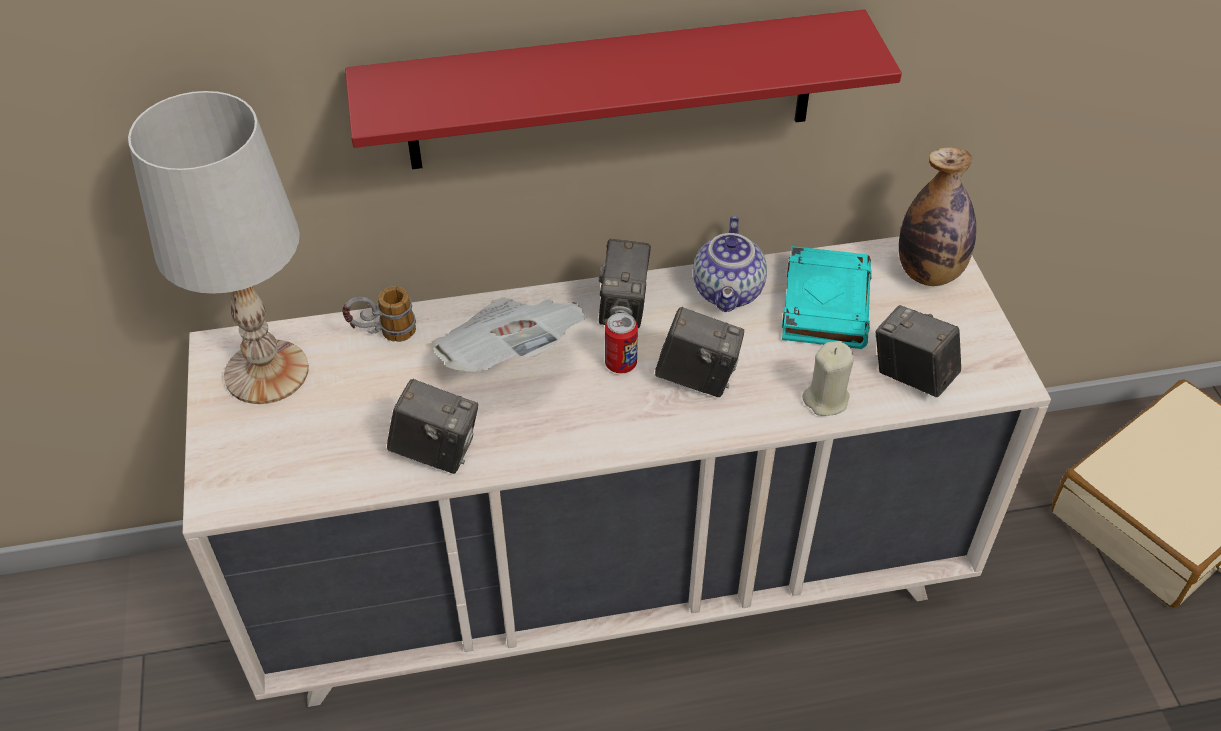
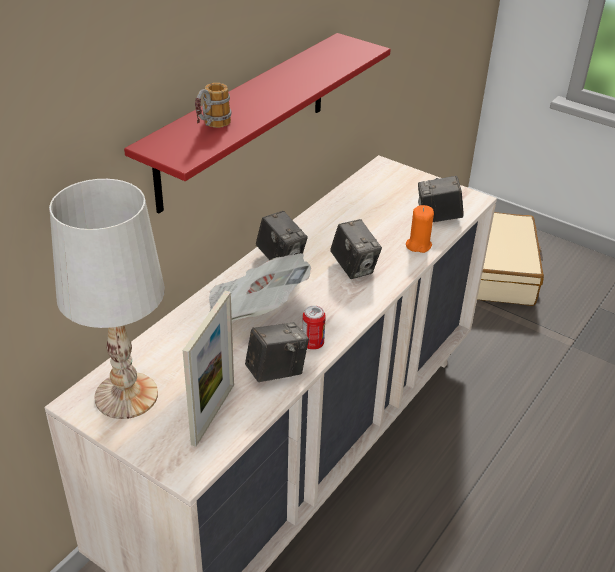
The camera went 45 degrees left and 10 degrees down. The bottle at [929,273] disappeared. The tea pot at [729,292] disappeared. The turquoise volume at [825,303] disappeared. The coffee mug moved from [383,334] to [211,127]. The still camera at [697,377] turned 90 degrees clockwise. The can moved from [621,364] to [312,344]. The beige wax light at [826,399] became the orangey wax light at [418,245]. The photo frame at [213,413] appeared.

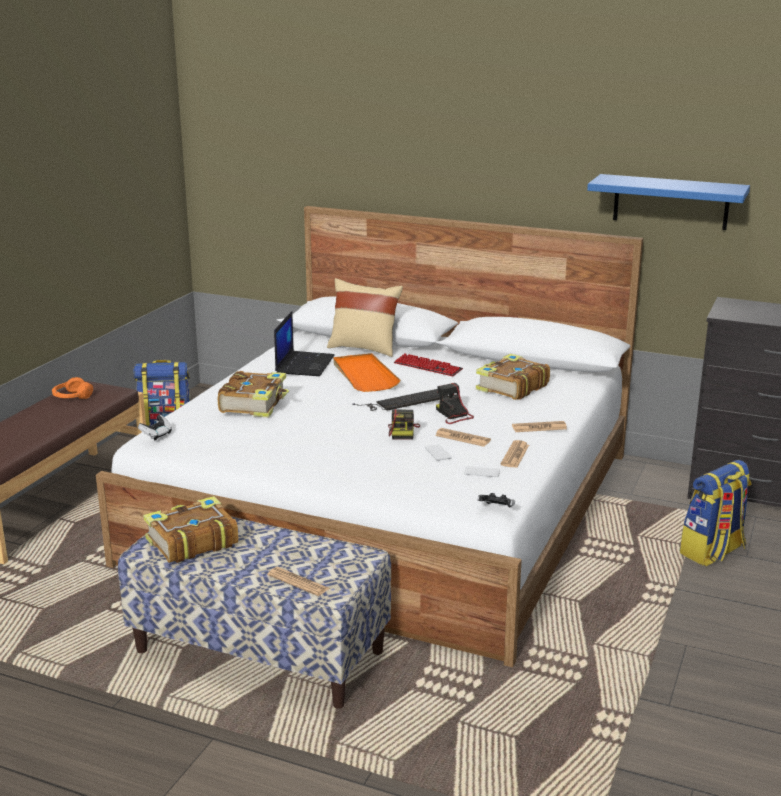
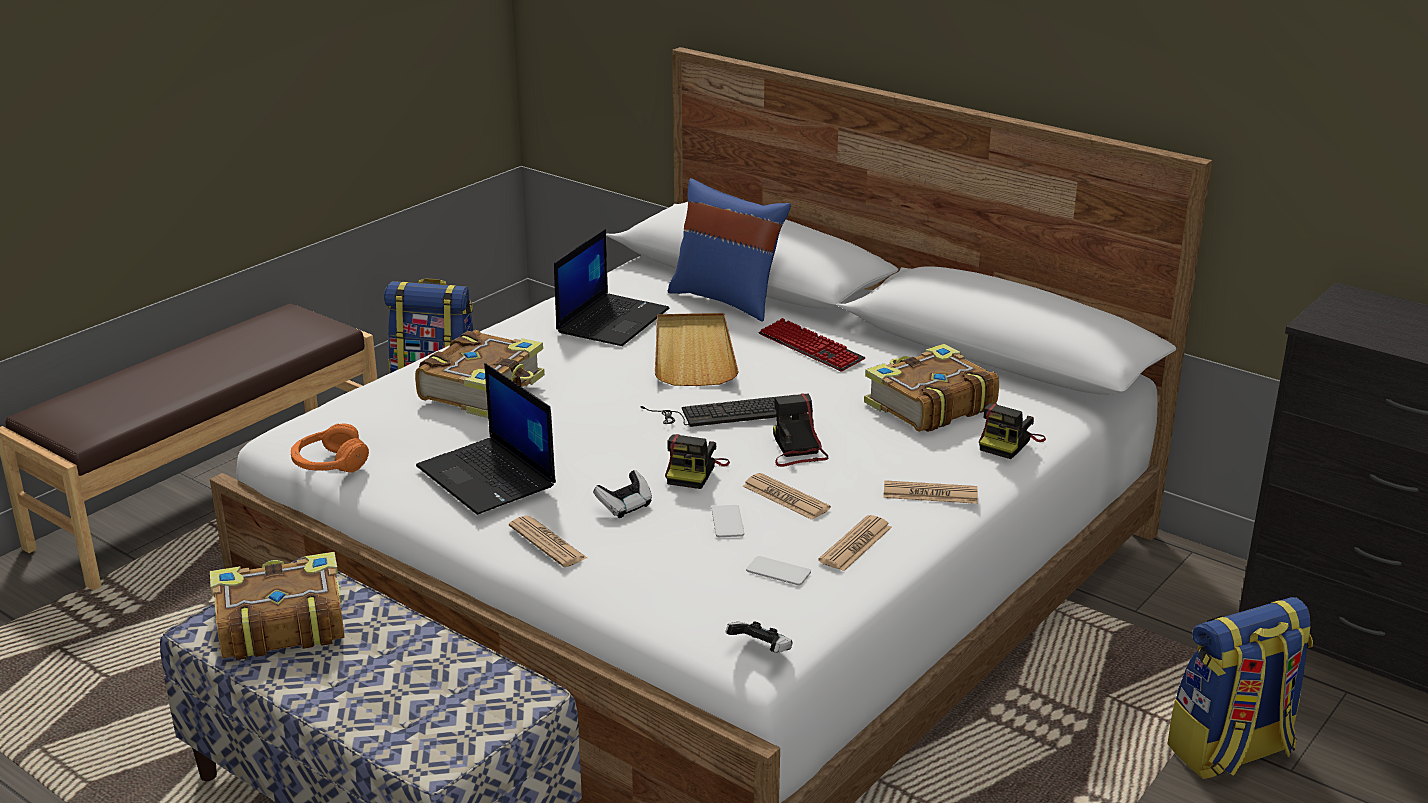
The camera went 15 degrees right and 5 degrees up. The blue-coloured wall shelf at [671,202] disappeared. The beige cushion at [364,348] became the blue-coloured cushion at [727,300]. The orangey carrying tray at [364,375] became the beige carrying tray at [693,353]. The orangey headset moved from [72,397] to [329,463]. The gamepad moved from [156,435] to [625,506]. The daily paper moved from [298,582] to [547,542]. The portable computer at [488,477] appeared. The still camera at [1009,443] appeared.

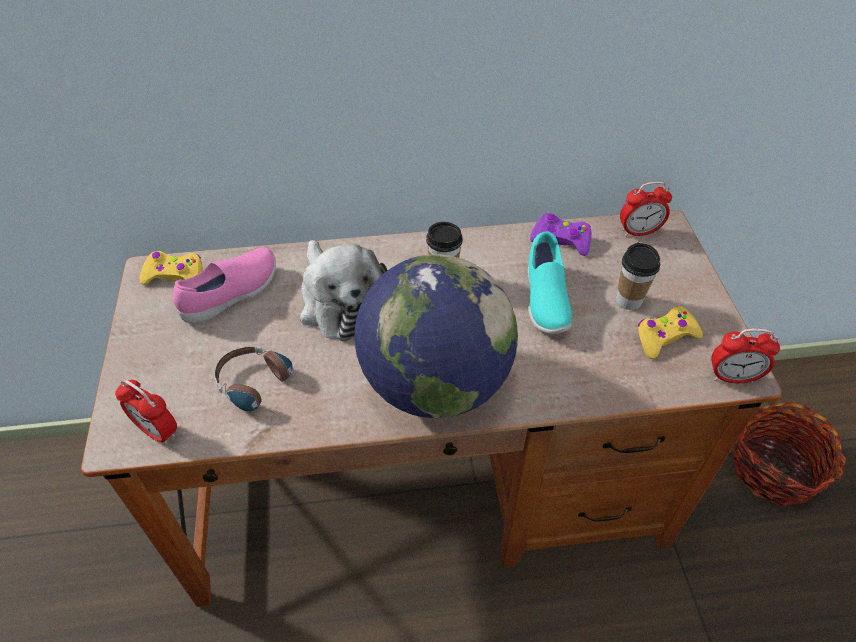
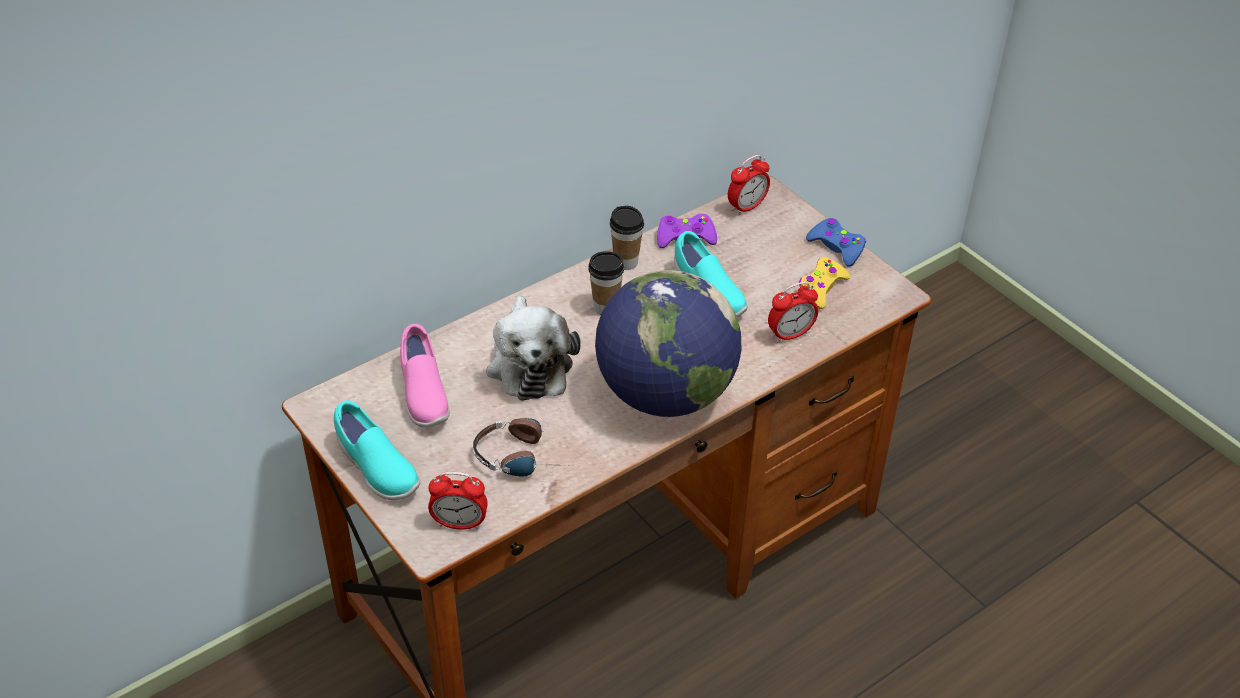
The camera went 30 degrees left and 5 degrees down. The cuddly toy at [339,302] turned 45 degrees clockwise. The drinking cup moved from [628,301] to [626,262]. The pinkish shoe at [232,295] turned 150 degrees clockwise. The yellowish gamepad at [175,276] disappeared. The alarm clock moved from [732,377] to [790,334]. The basket at [774,470] disappeared. The blue-coloured gamepad at [836,247] appeared. The turquoise shoe at [376,469] appeared.

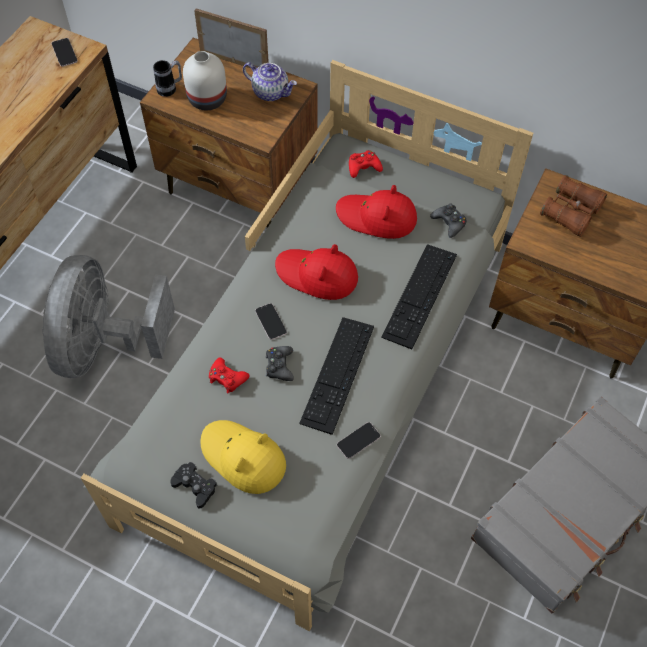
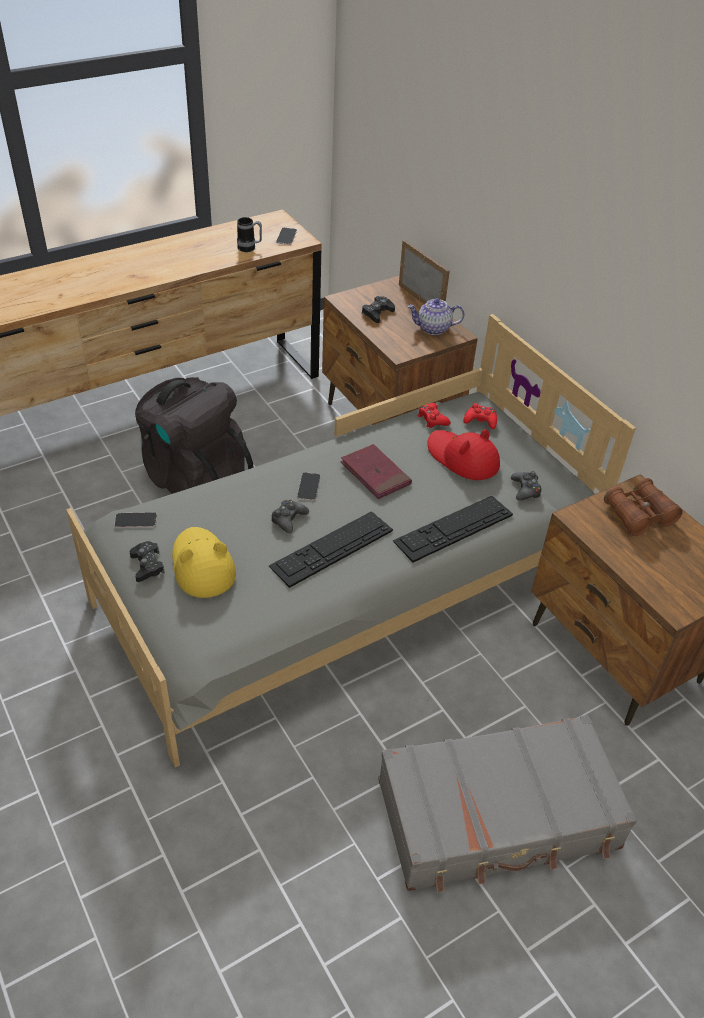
The camera went 30 degrees right and 15 degrees down. The whitish flower vase at [206,98] was replaced by the black gamepad at [377,313]. The coffee mug moved from [170,89] to [250,248]. The tea pot at [271,92] turned 120 degrees clockwise. The reddish clothing hat at [317,275] was replaced by the reddish volume at [375,474]. The grey fan at [105,345] was replaced by the black backpack at [194,478]. The reddish gamepad moved from [227,378] to [432,419]. The telephone moved from [358,440] to [136,520].

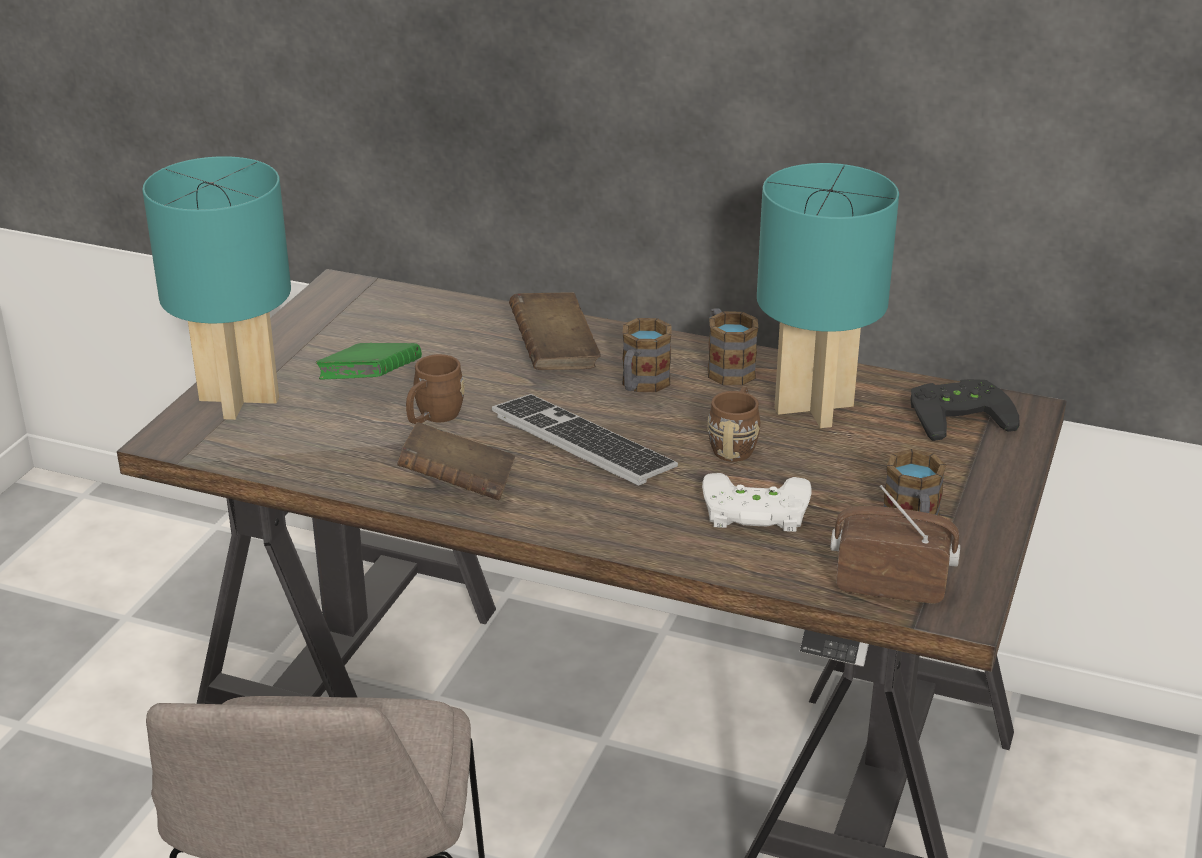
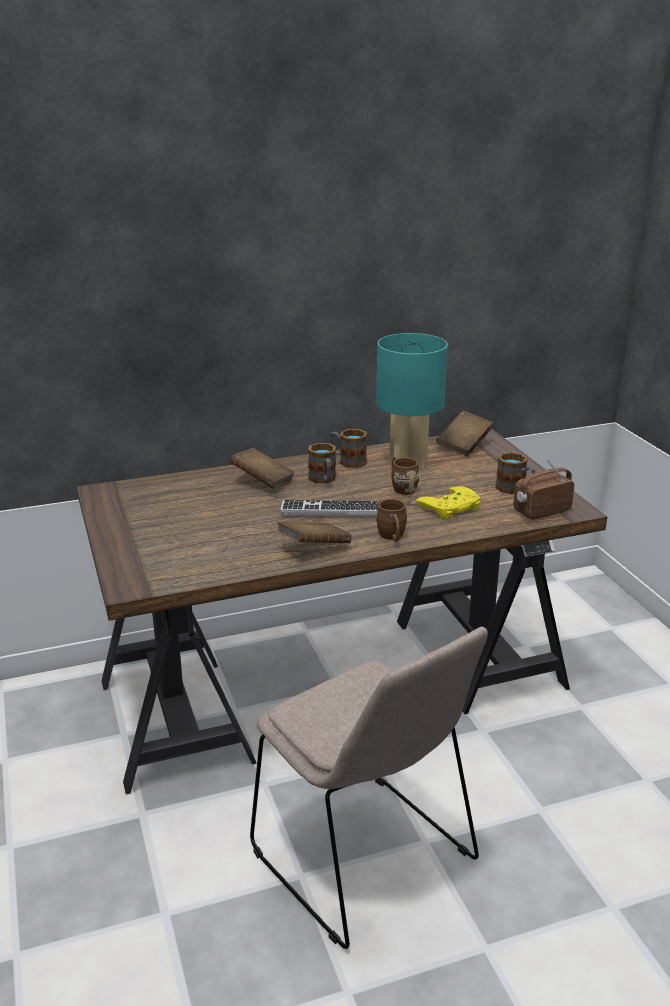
The camera went 40 degrees left and 5 degrees down. The turquoise tabletop lamp at [241,399] disappeared. The green-coloured volume at [371,384] disappeared. The brown-coloured coffee mug moved from [433,418] to [392,537]. The black gamepad at [957,414] was replaced by the brown-coloured volume at [464,446]. The whitish gamepad at [754,512] became the yellowish gamepad at [451,508].

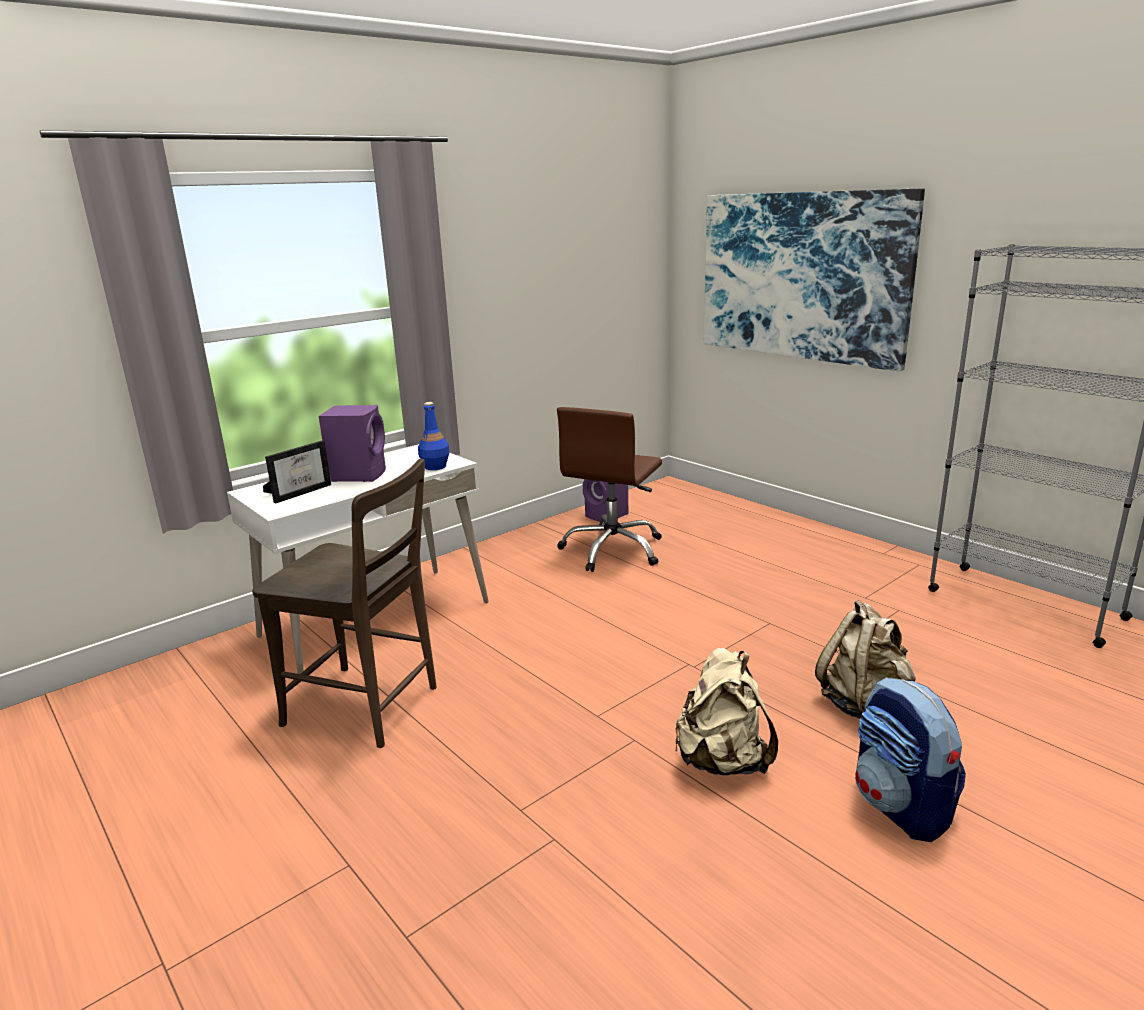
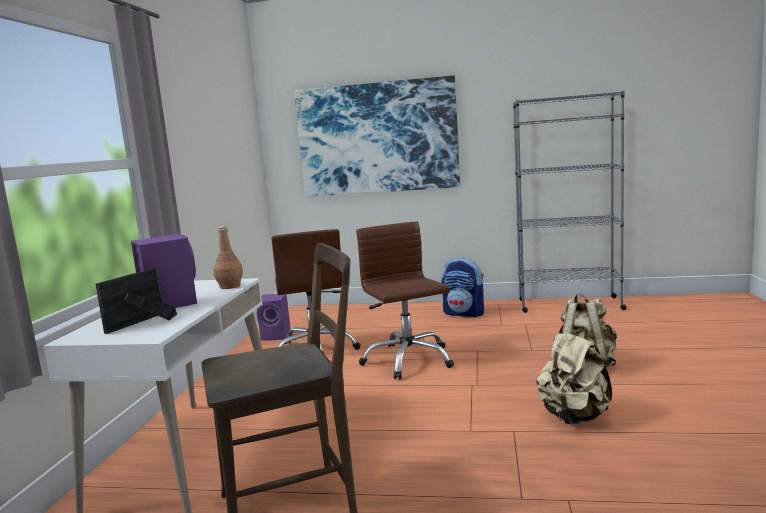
The camera went 40 degrees left and 10 degrees down. The blue-coloured bottle at [435,466] became the brown-coloured bottle at [229,286]. The photo frame at [300,492] turned 150 degrees counterclockwise. The backpack moved from [901,807] to [464,313]. The brown-coloured computer chair at [407,360] appeared.

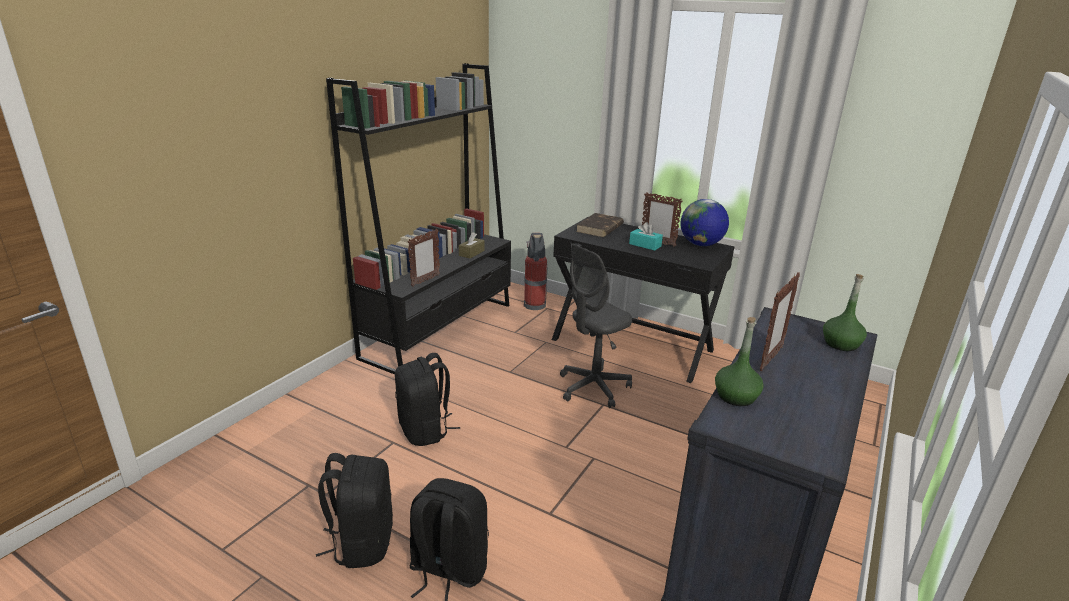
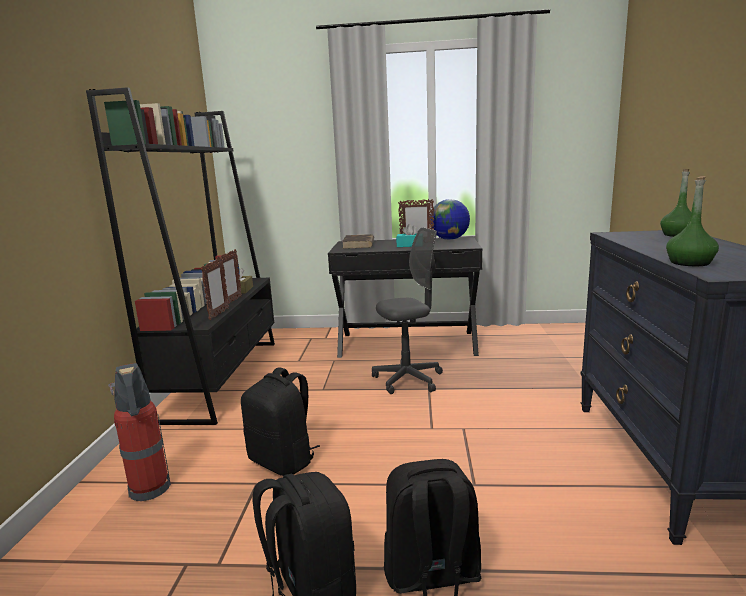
The camera went 25 degrees left and 10 degrees down. The fire extinguisher moved from [534,306] to [149,490]. The grey computer chair at [593,387] turned 135 degrees counterclockwise. The photo frame moved from [770,359] to [232,301].

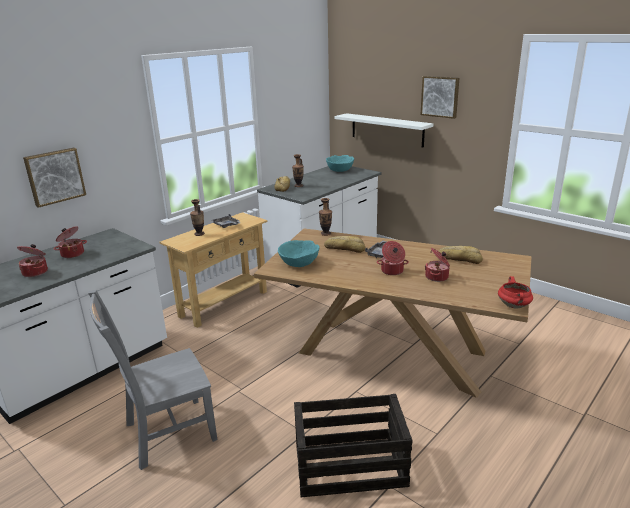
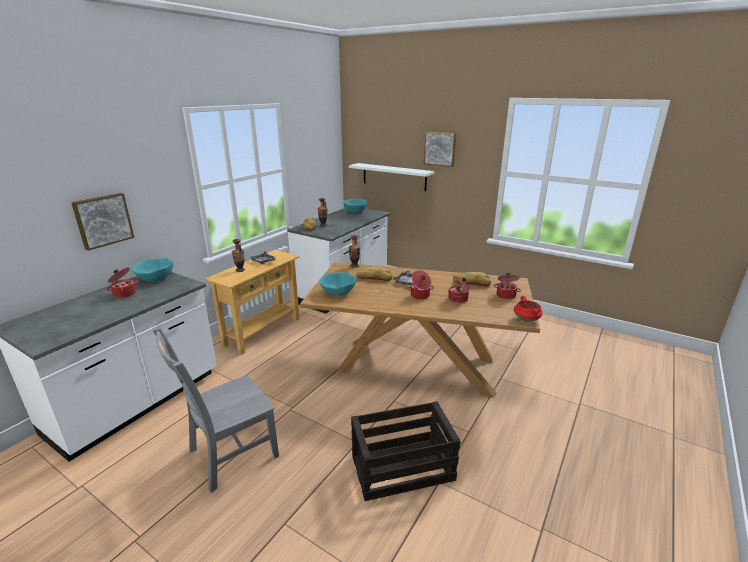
The camera went 10 degrees left and 0 degrees up. The stockpot moved from [36,272] to [506,295]. The turquoise deep dish at [156,278] appeared.

